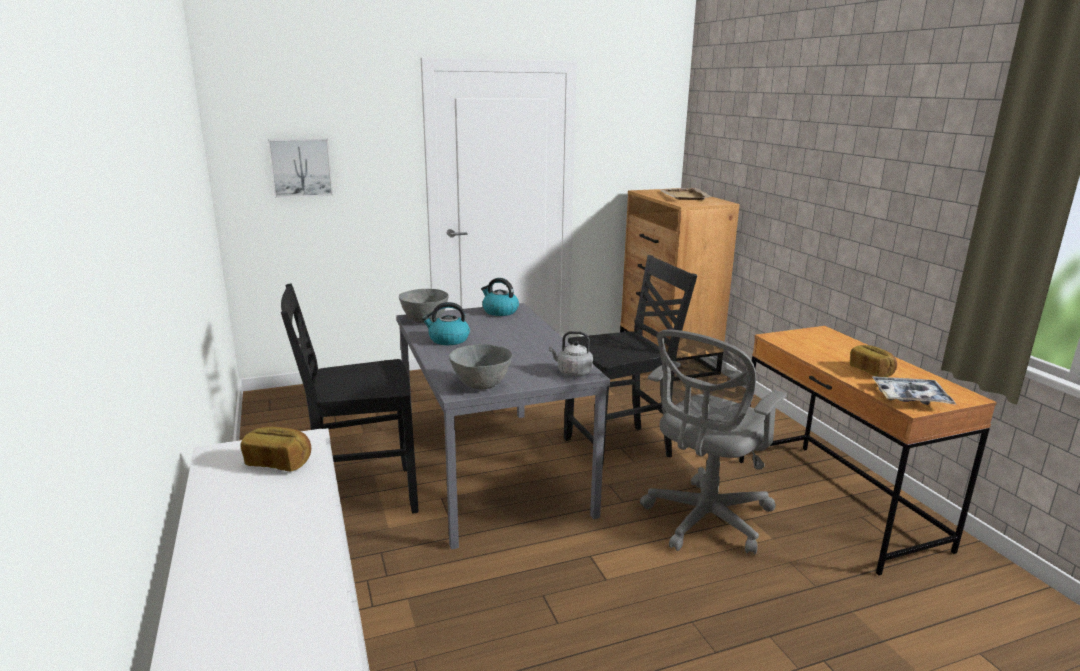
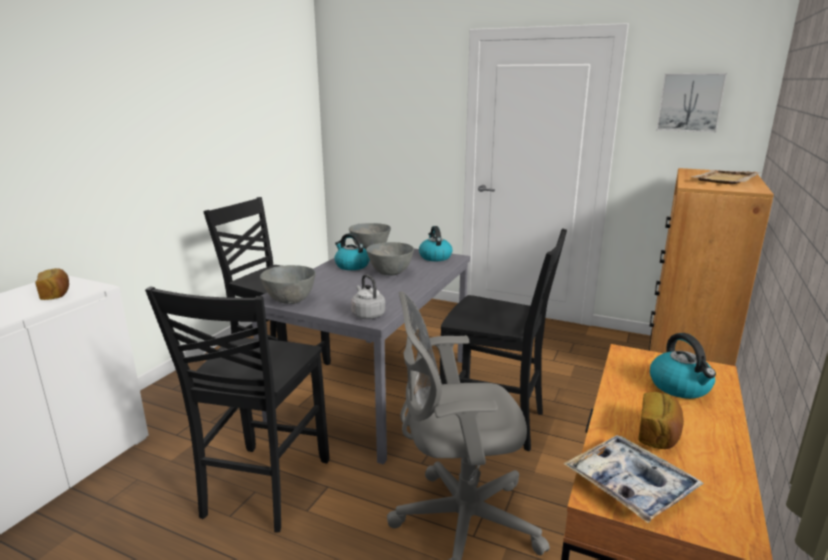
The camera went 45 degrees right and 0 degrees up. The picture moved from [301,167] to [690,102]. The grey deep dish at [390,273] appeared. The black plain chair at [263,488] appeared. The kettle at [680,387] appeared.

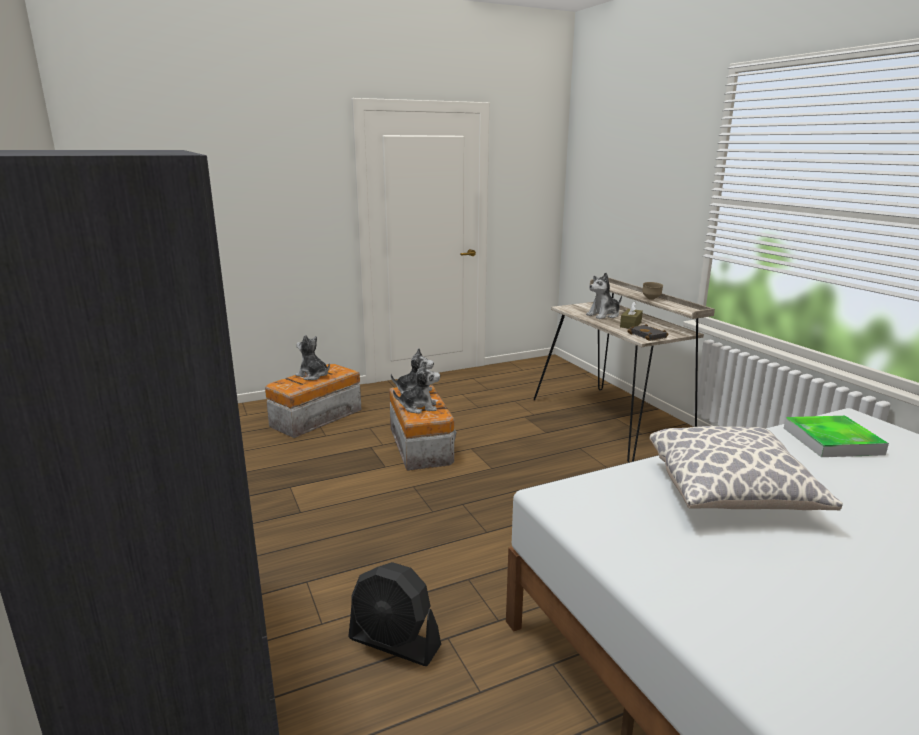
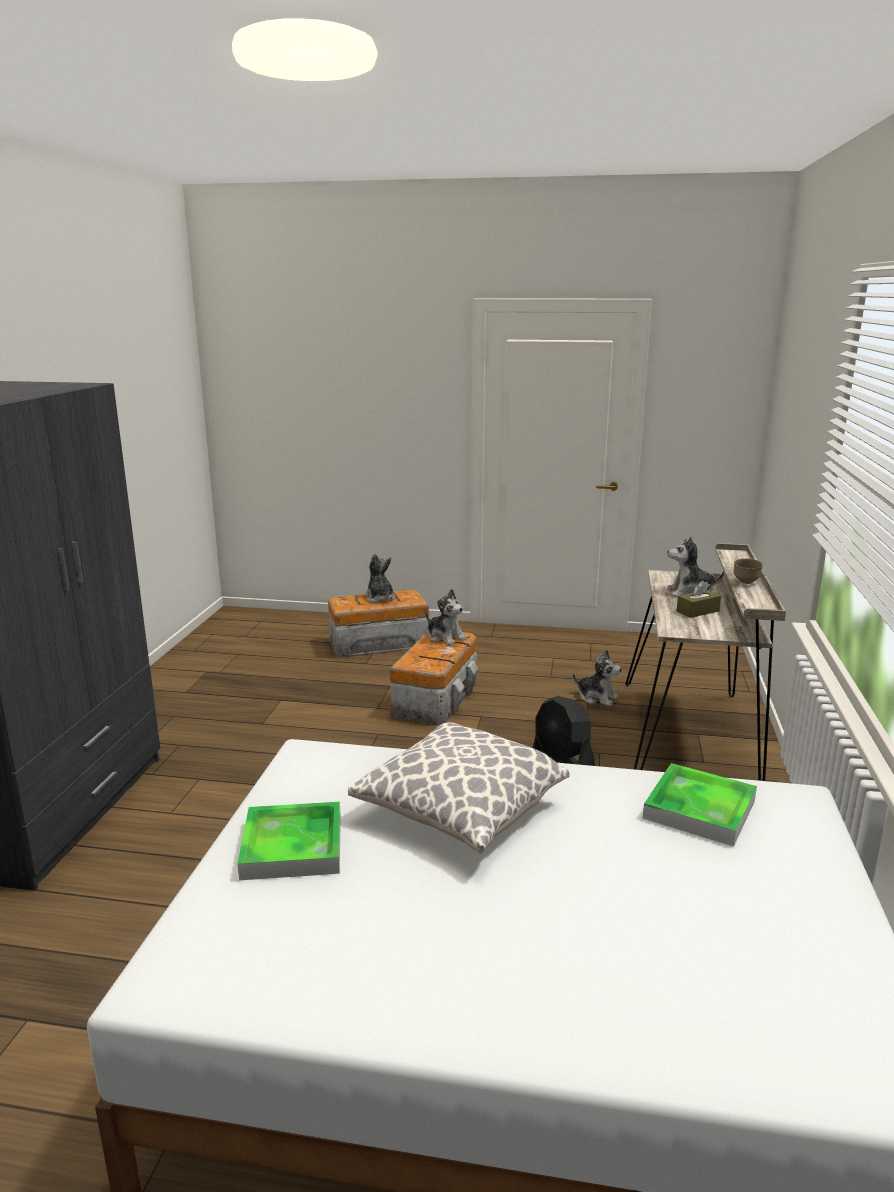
The camera went 35 degrees right and 0 degrees up. The black volume at [649,336] disappeared. The cuddly toy moved from [419,407] to [597,697]. The black fan moved from [394,643] to [562,763]. The carrying tray at [292,846] appeared.

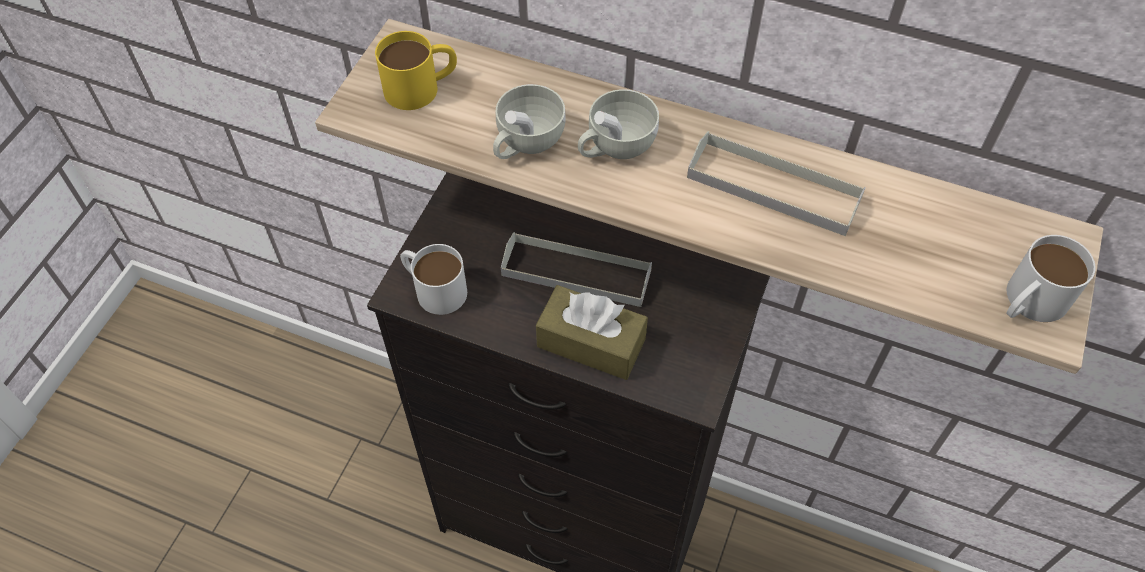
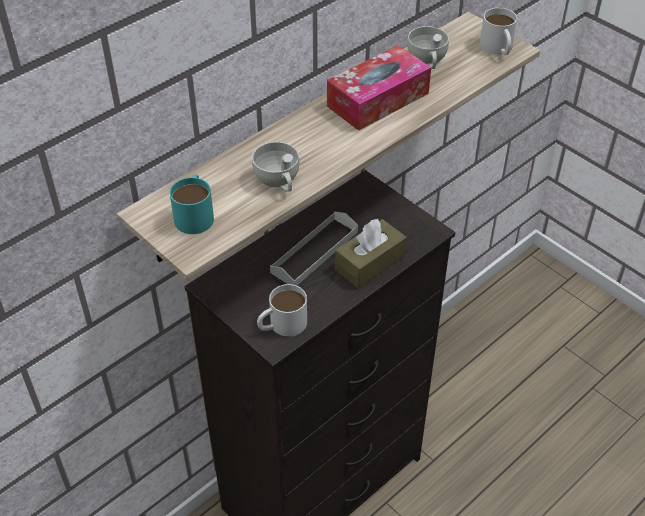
The camera went 65 degrees left and 10 degrees down. The yellowish coffee mug at [421,86] became the turquoise coffee mug at [195,214]. The whitish drinking cup moved from [615,147] to [427,61]. The grey carrying tray at [773,187] was replaced by the tissue box at [378,100].

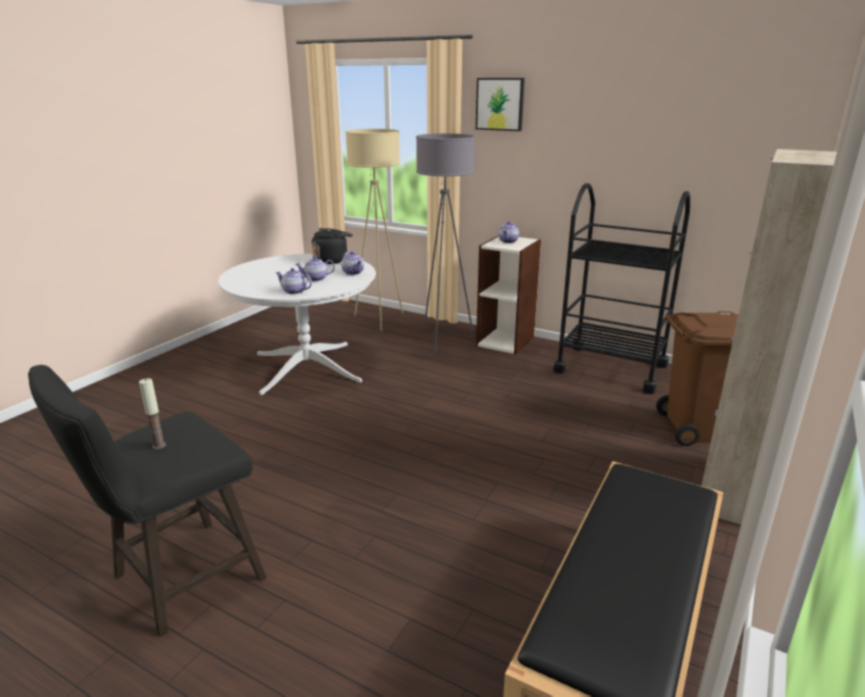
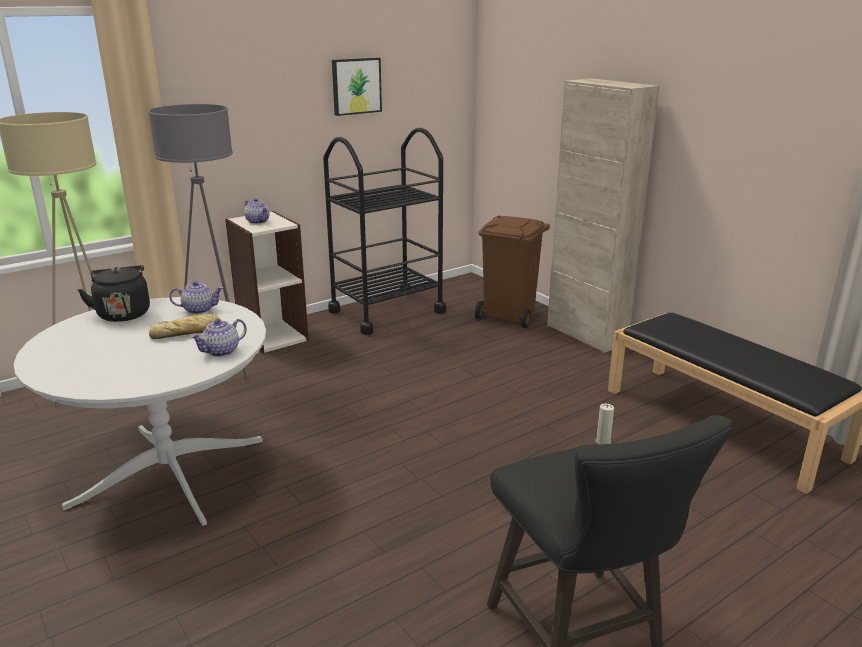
The camera went 65 degrees left and 0 degrees up. The picture moved from [500,104] to [356,86]. The tea pot at [315,279] was replaced by the bread at [188,333].

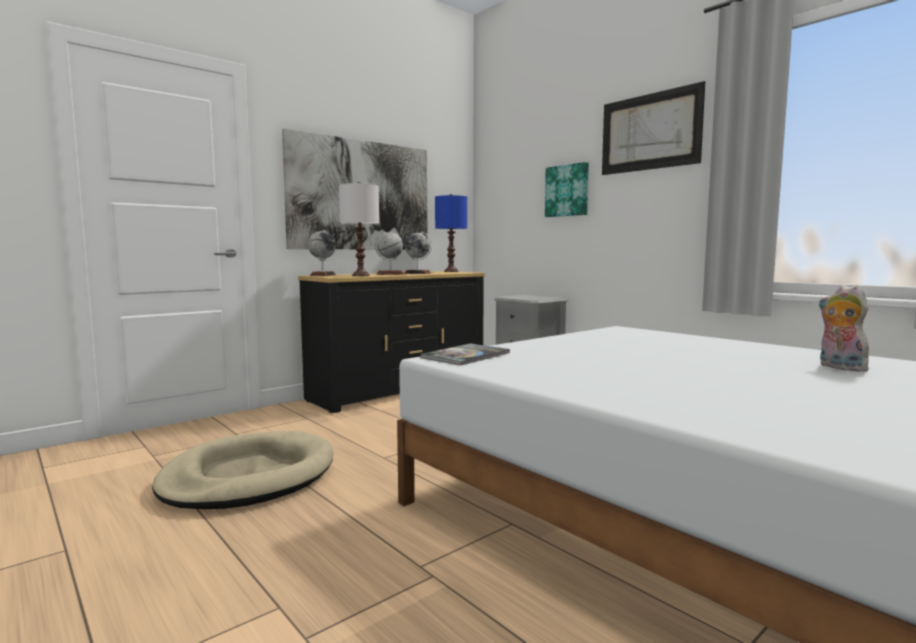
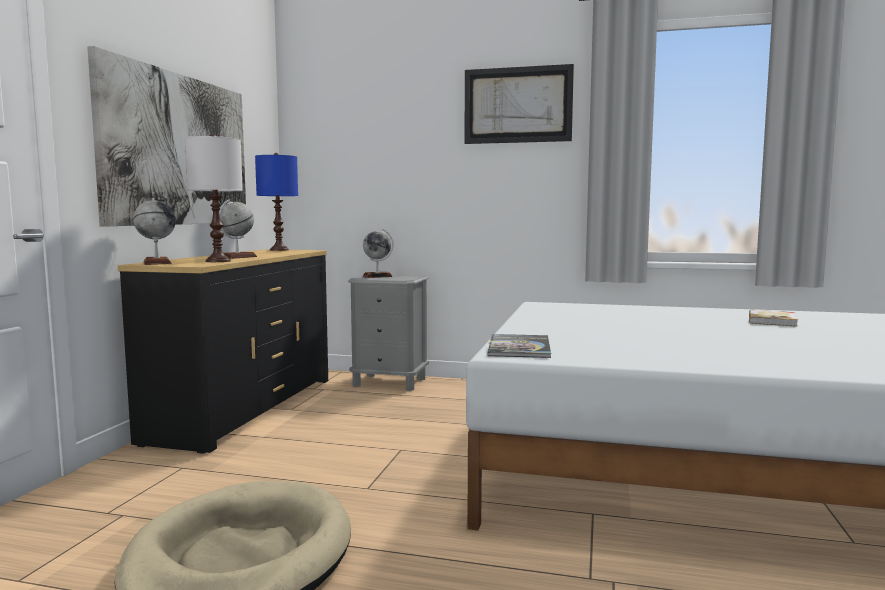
The camera went 35 degrees left and 0 degrees up. The picture at [567,190] disappeared. The world globe moved from [417,273] to [377,276]. The cuddly toy at [839,367] was replaced by the volume at [773,320].

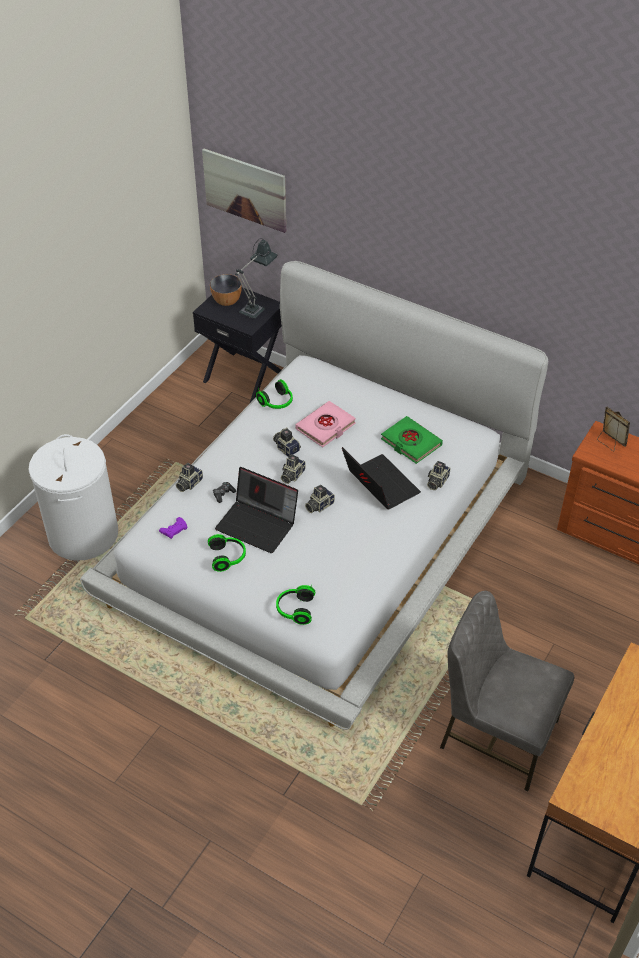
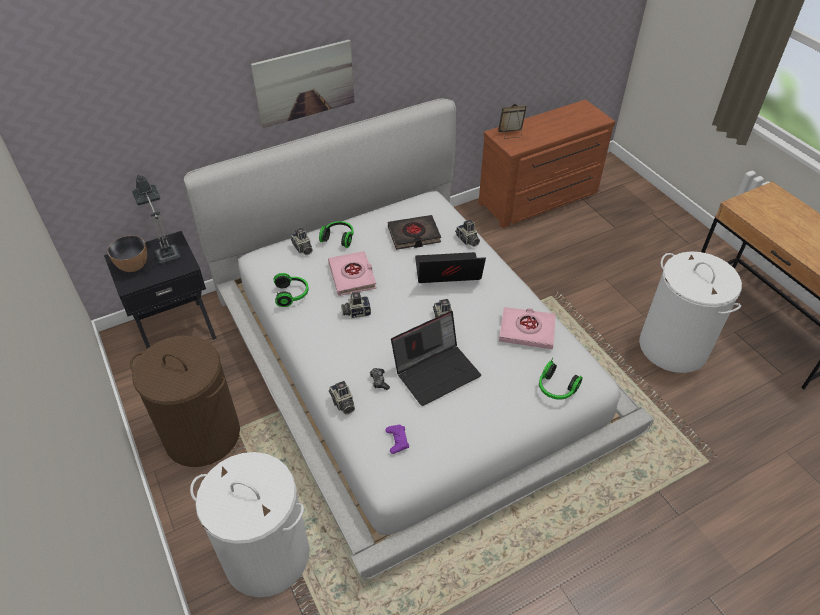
The camera went 60 degrees left and 0 degrees up. The picture moved from [245,190] to [304,83]. The green-coloured volume at [411,443] became the black volume at [414,235]. The still camera moved from [291,475] to [302,248]. The headset moved from [228,557] to [339,238]. The grey plain chair at [496,734] was replaced by the whitish washing basket at [672,347]. The pinkish volume at [527,330] appeared. The brown-coloured washing basket at [202,435] appeared.

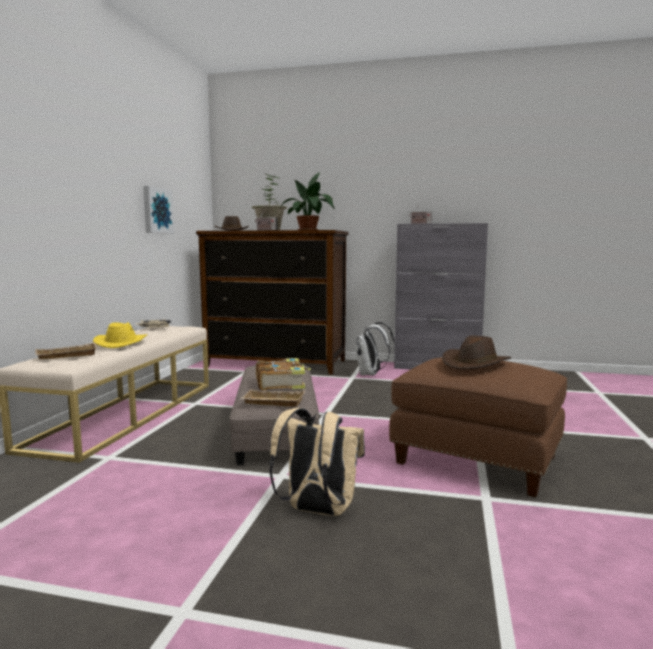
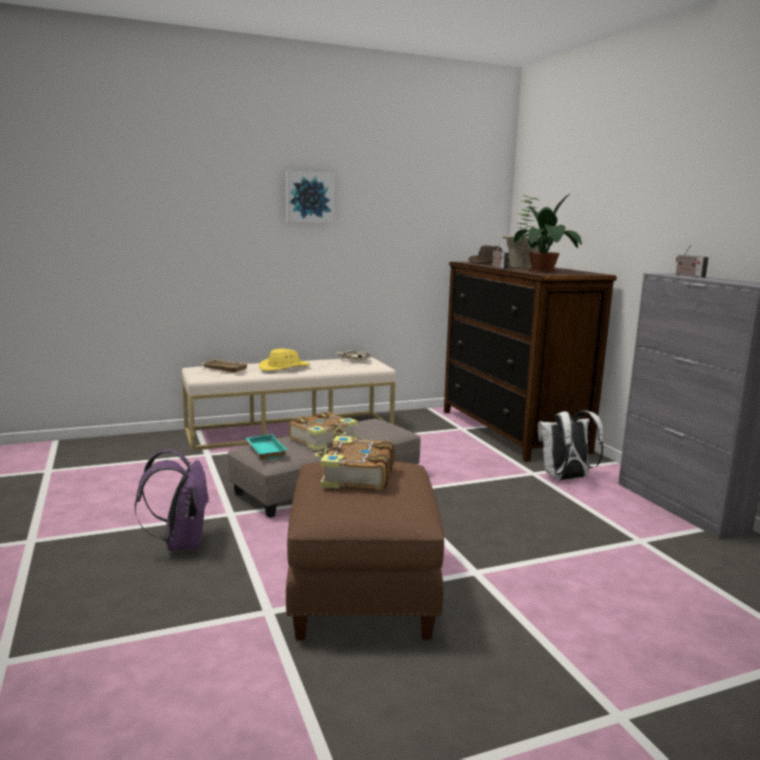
The camera went 55 degrees right and 5 degrees up. The picture moved from [157,210] to [309,197]. The brown-coloured clothing hat at [475,363] was replaced by the volume at [356,476]. The beige carrying tray at [272,402] became the turquoise carrying tray at [264,450]. The beige backpack at [317,511] became the purple-coloured backpack at [181,543].

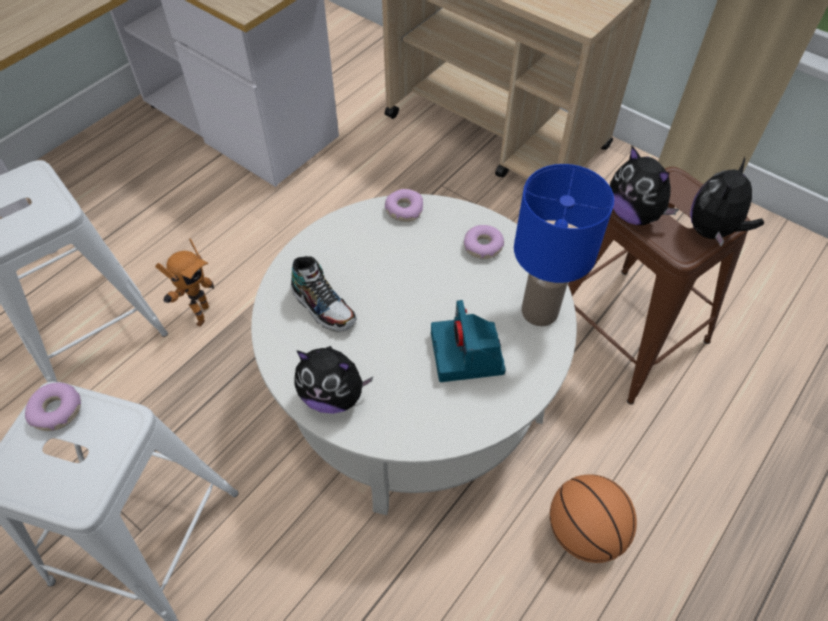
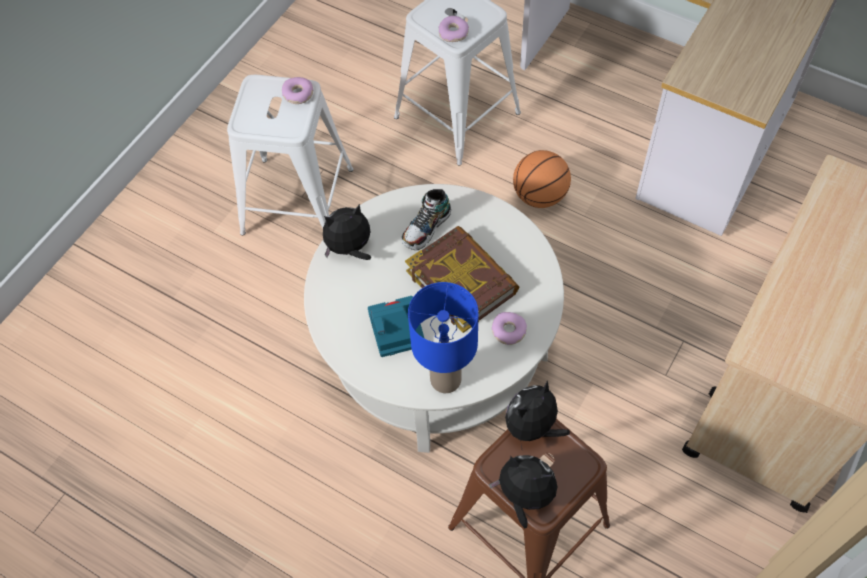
The camera went 85 degrees right and 5 degrees up. The ring doughnut moved from [404,210] to [453,33]. The model robot at [199,315] disappeared. The cuddly toy at [333,395] turned 60 degrees clockwise. The basketball ball moved from [584,531] to [540,196]. The volume at [462,281] appeared.

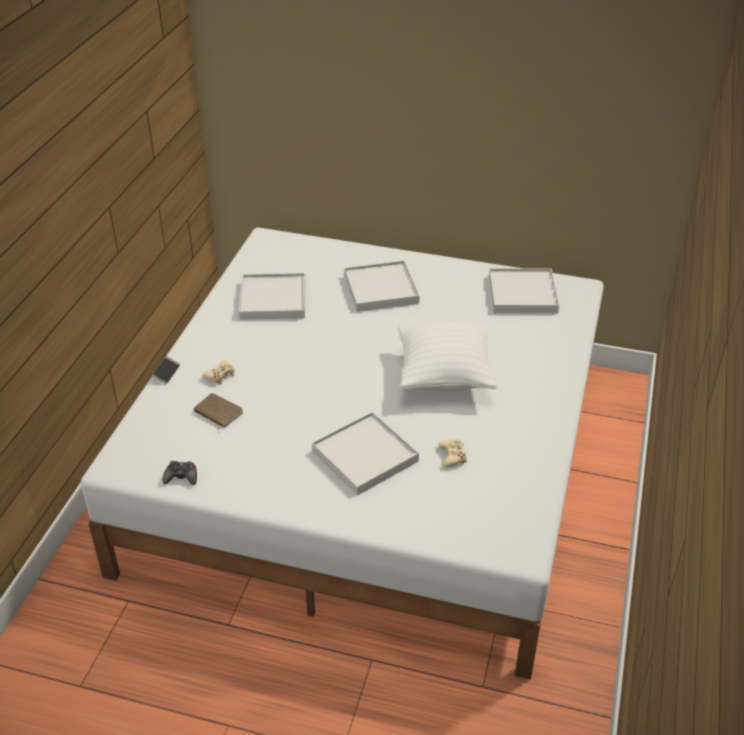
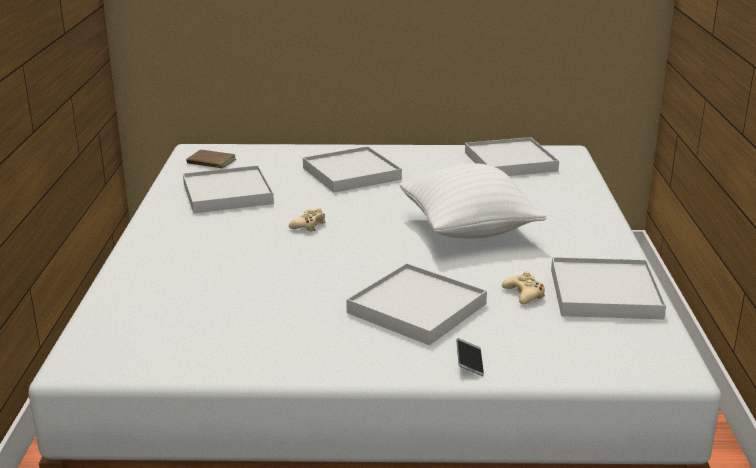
The camera went 15 degrees left and 15 degrees down. The telephone moved from [166,373] to [469,362]. The beige gamepad moved from [220,375] to [308,225]. The brown-coloured volume moved from [217,413] to [210,162]. The black gamepad at [181,477] disappeared. The whitish carrying tray at [605,293] appeared.

